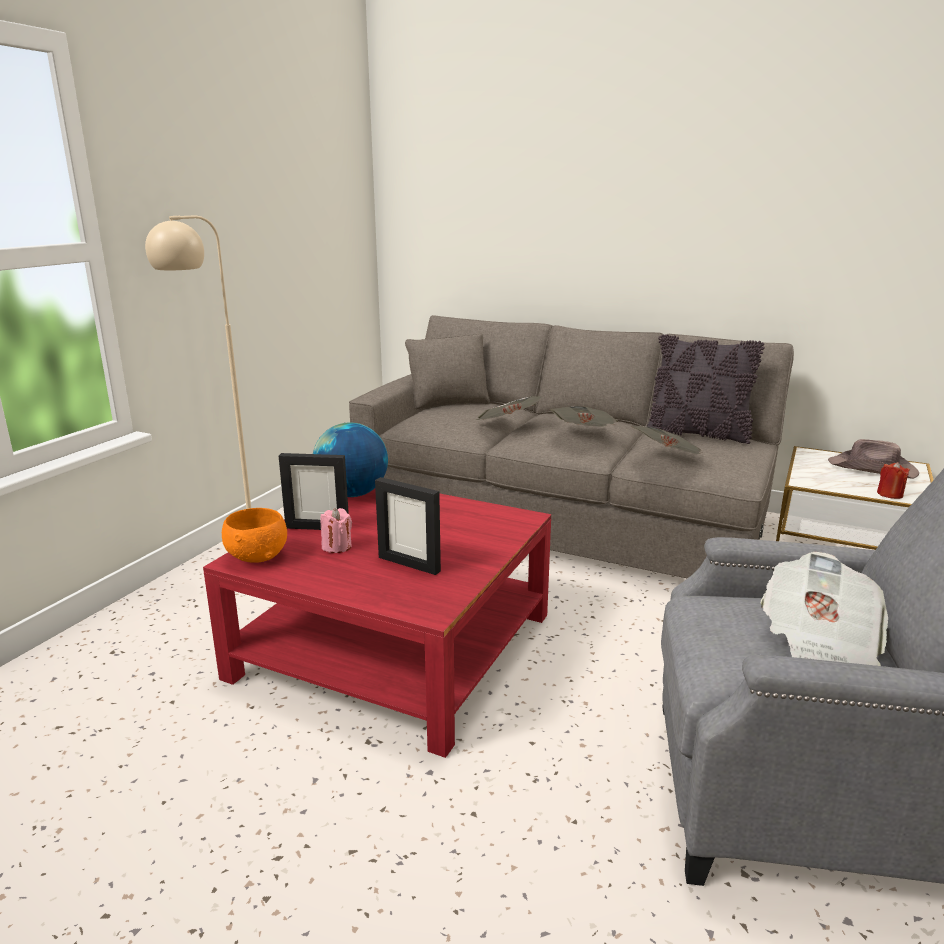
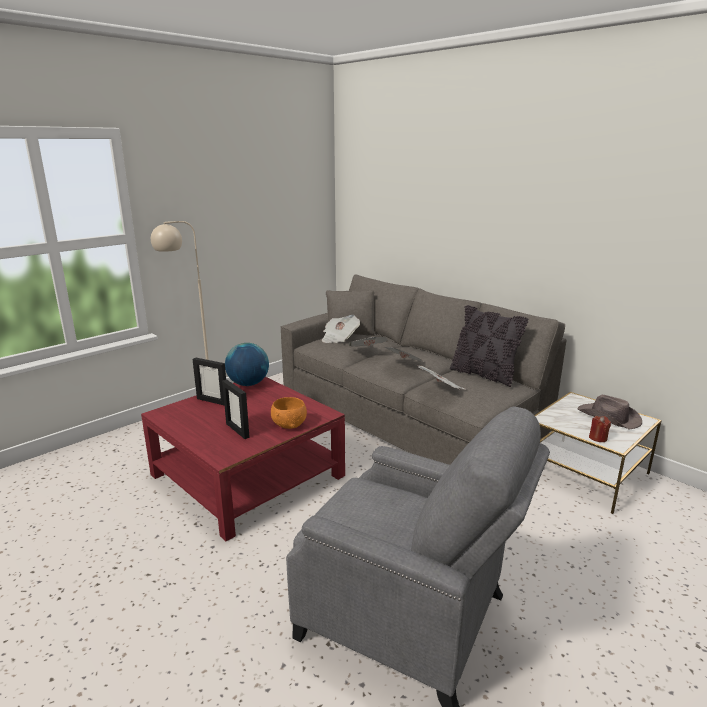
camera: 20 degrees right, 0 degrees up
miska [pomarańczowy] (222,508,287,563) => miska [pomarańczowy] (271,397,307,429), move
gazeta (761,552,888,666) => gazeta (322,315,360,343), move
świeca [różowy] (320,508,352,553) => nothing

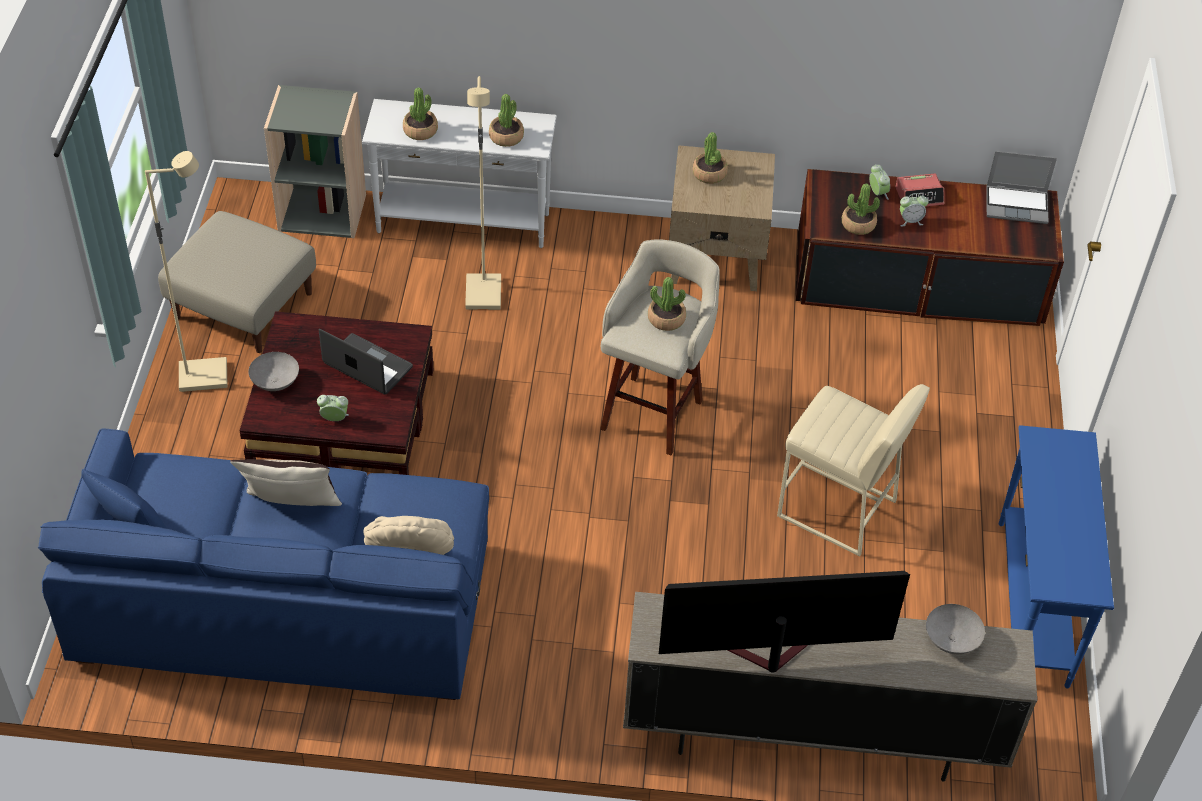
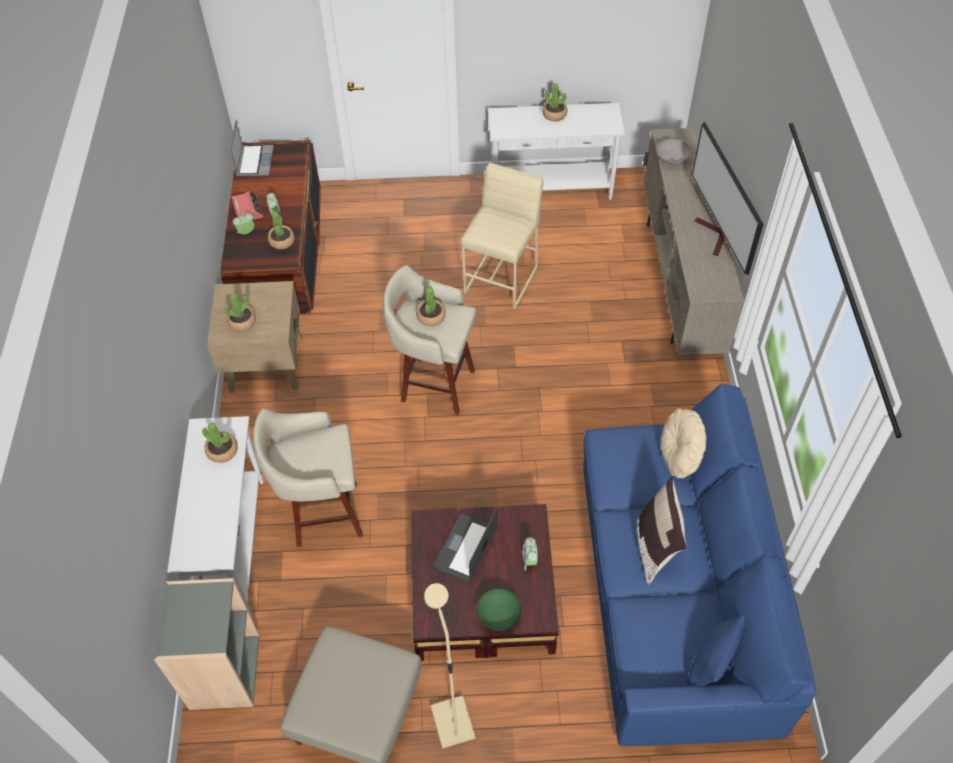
camera: 95 degrees left, 5 degrees up
lampa stojąca [beżowy] (465,76,501,310) => stołek [beżowy] (253,408,363,547)
miska [szary] (248,352,299,391) => miska [zielony] (477,589,521,631)
stolik konsolowy [niebieski] (999,425,1114,689) => stolik konsolowy [biały] (488,103,625,200)
roślina doniczkowa (403,87,438,140) => roślina doniczkowa (542,83,567,121), move

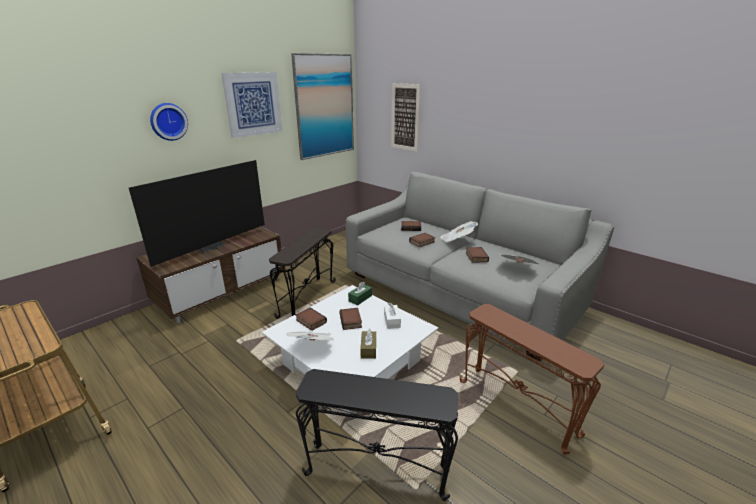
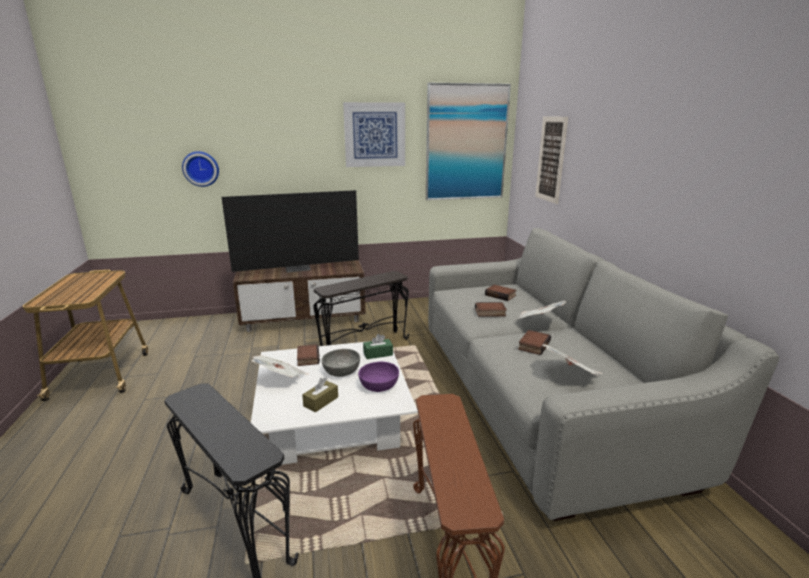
camera: 35 degrees right, 5 degrees down
zegar ścienny (150,103,188,141) => zegar ścienny (182,151,219,187), move
książka (339,308,362,330) => miska [szary] (321,349,360,377)
pudełko chusteczek [biały] (384,303,401,329) => miska [fioletowy] (358,361,399,392)

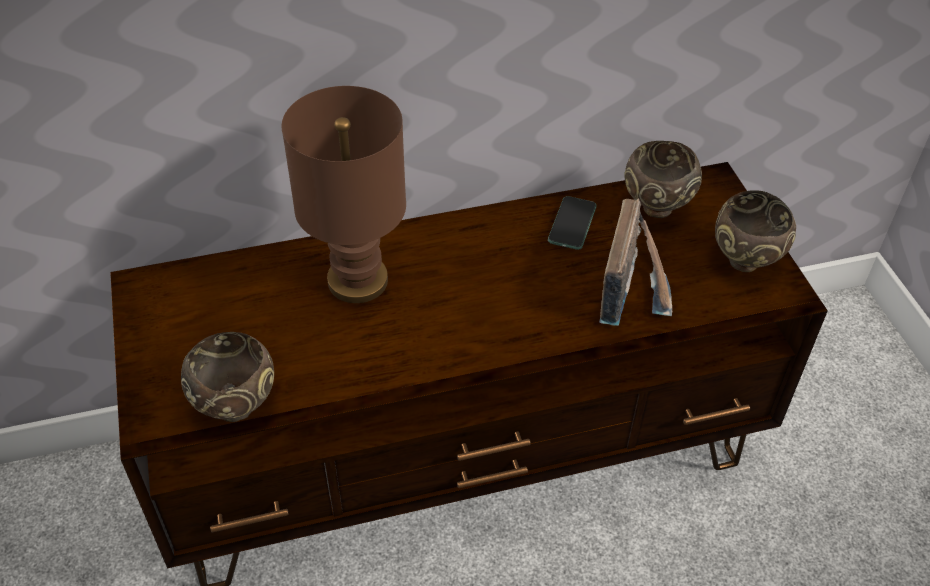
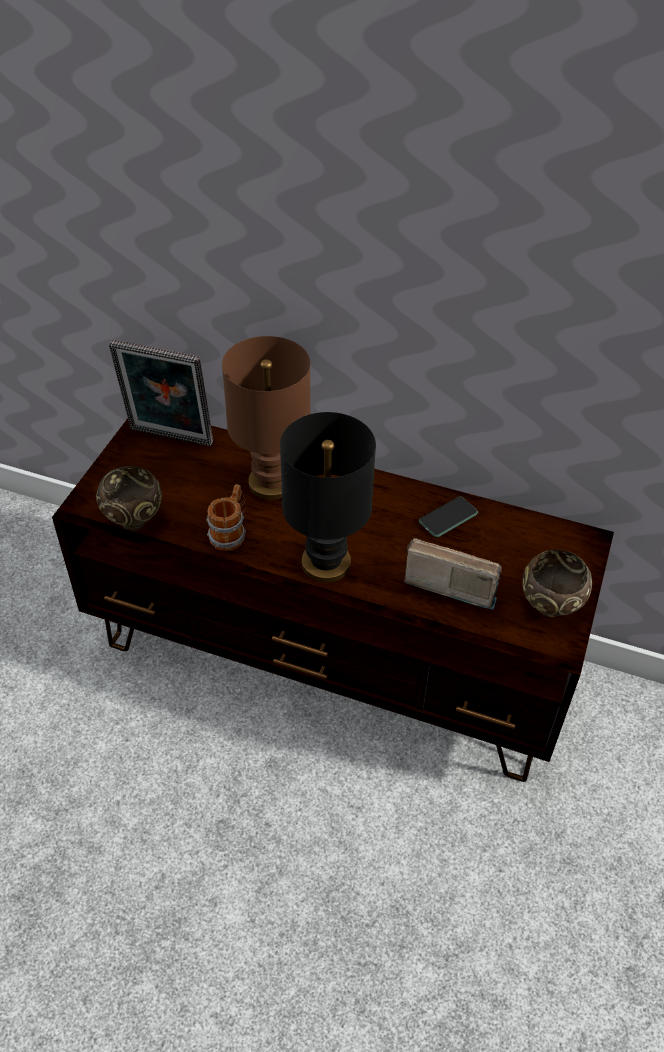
camera: 35 degrees right, 0 degrees up
nothing => ramka na zdjęcie (109,339,213,446)
nothing => kubek (206,484,246,551)
nothing => lampa stołowa [czarny] (280,412,376,583)
radio (599,199,672,326) => radio (404,538,502,610), 120 degrees counterclockwise
miska [brązowy] (624,141,702,218) => nothing

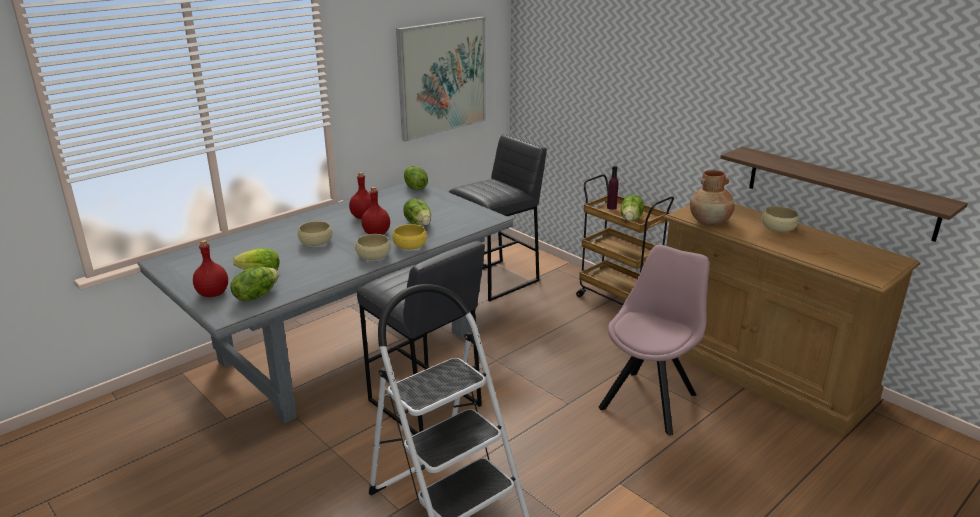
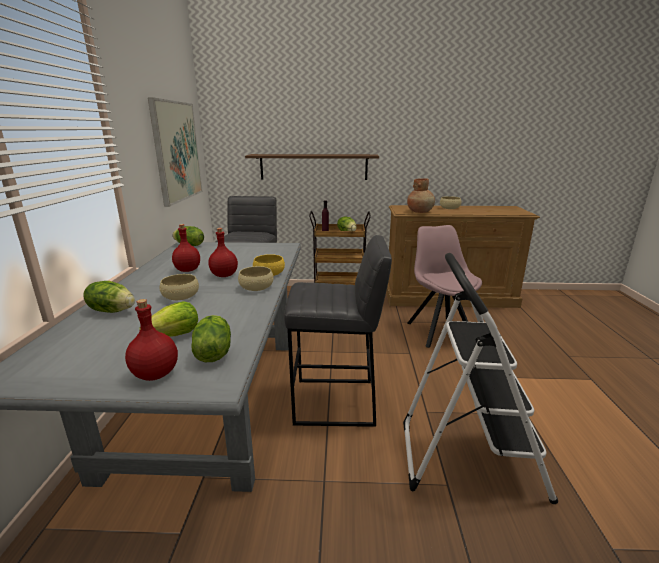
camera: 45 degrees left, 5 degrees down
sałata (403,198,431,226) => sałata (83,281,135,313), move
półka (720,146,968,242) => półka (245,154,379,180), move

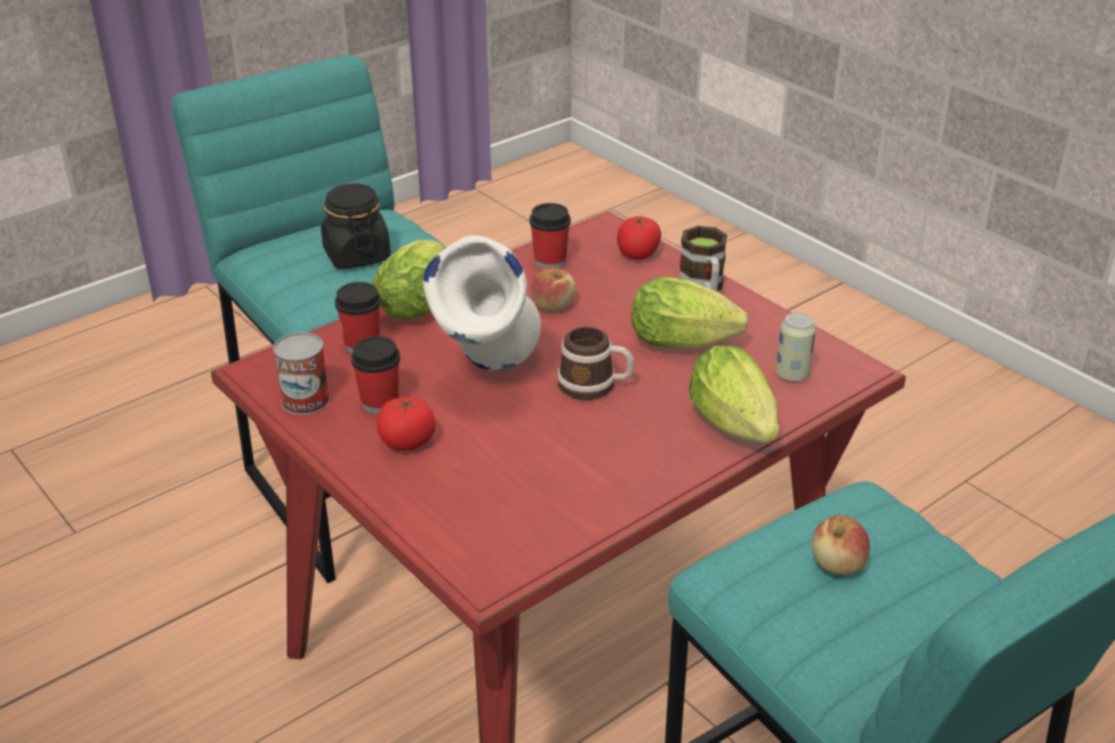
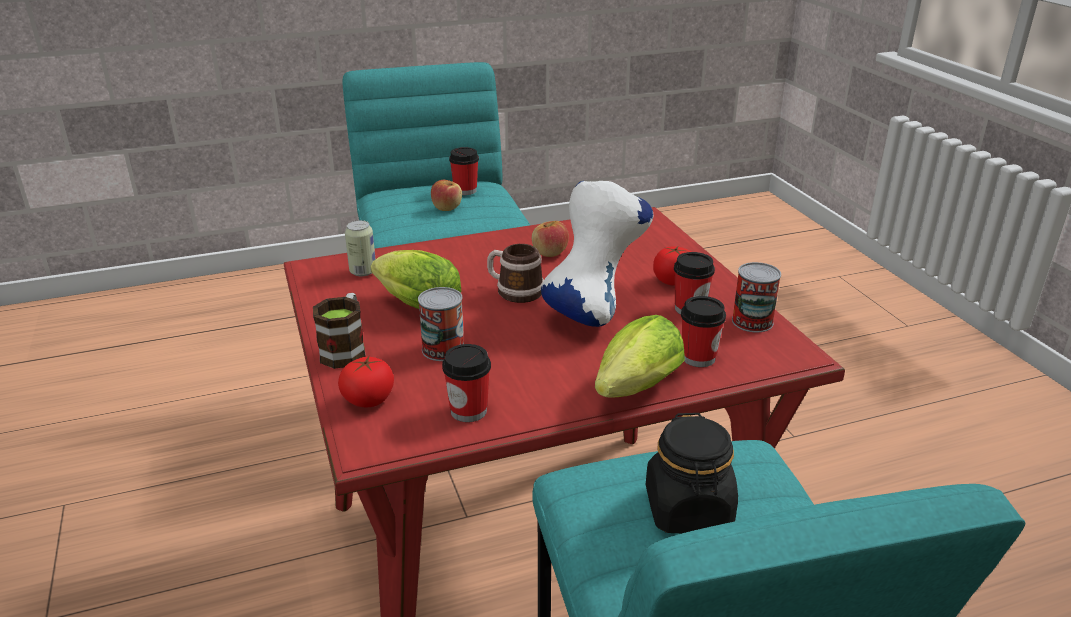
camera: 160 degrees left, 5 degrees down
nothing => puszka (418,287,464,361)
nothing => filiżanka (449,147,479,195)
jabłko (531,267,576,312) => jabłko (532,221,569,257), move
sałata (689,346,779,443) => nothing

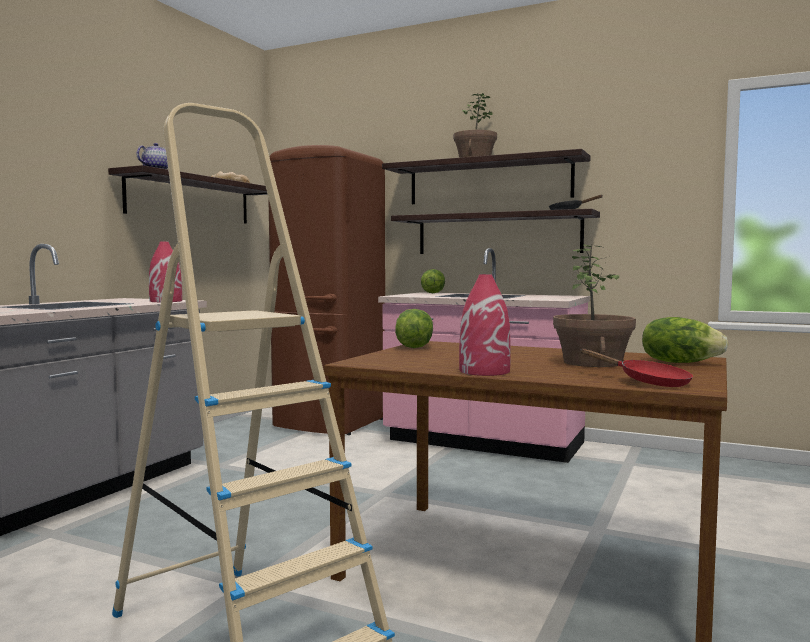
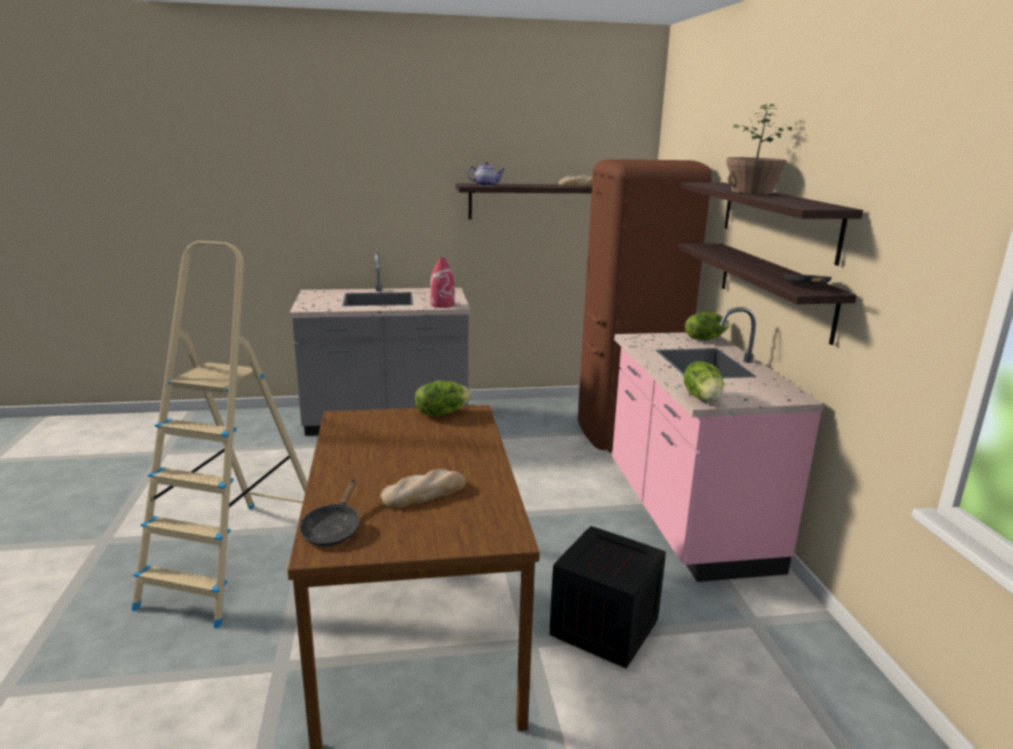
camera: 55 degrees right, 15 degrees up
patelnia [czerwony] (580,349,693,387) => patelnia [czarny] (299,478,360,546)
roślina doniczkowa (553,245,636,367) => chleb (380,469,466,508)
nothing => skrzynka (550,526,666,668)
sałata (642,317,728,363) => sałata (684,361,724,401), move
wazon [czerwony] (459,274,511,376) => nothing

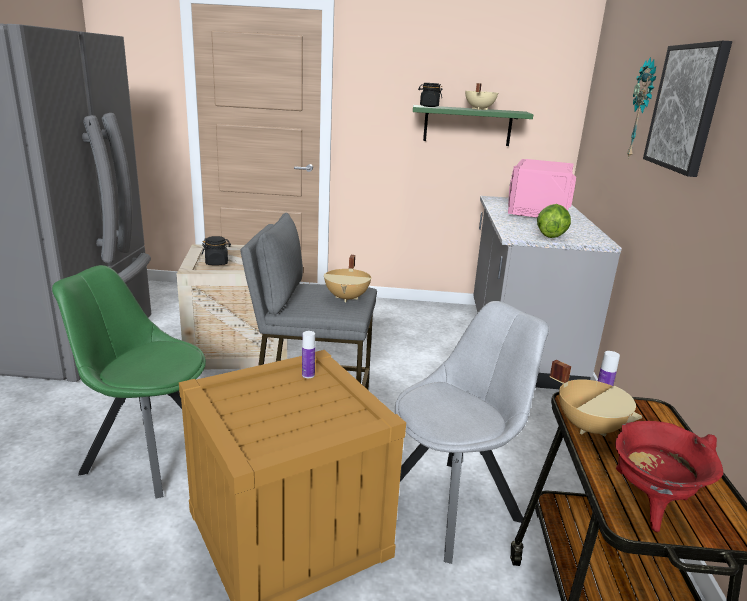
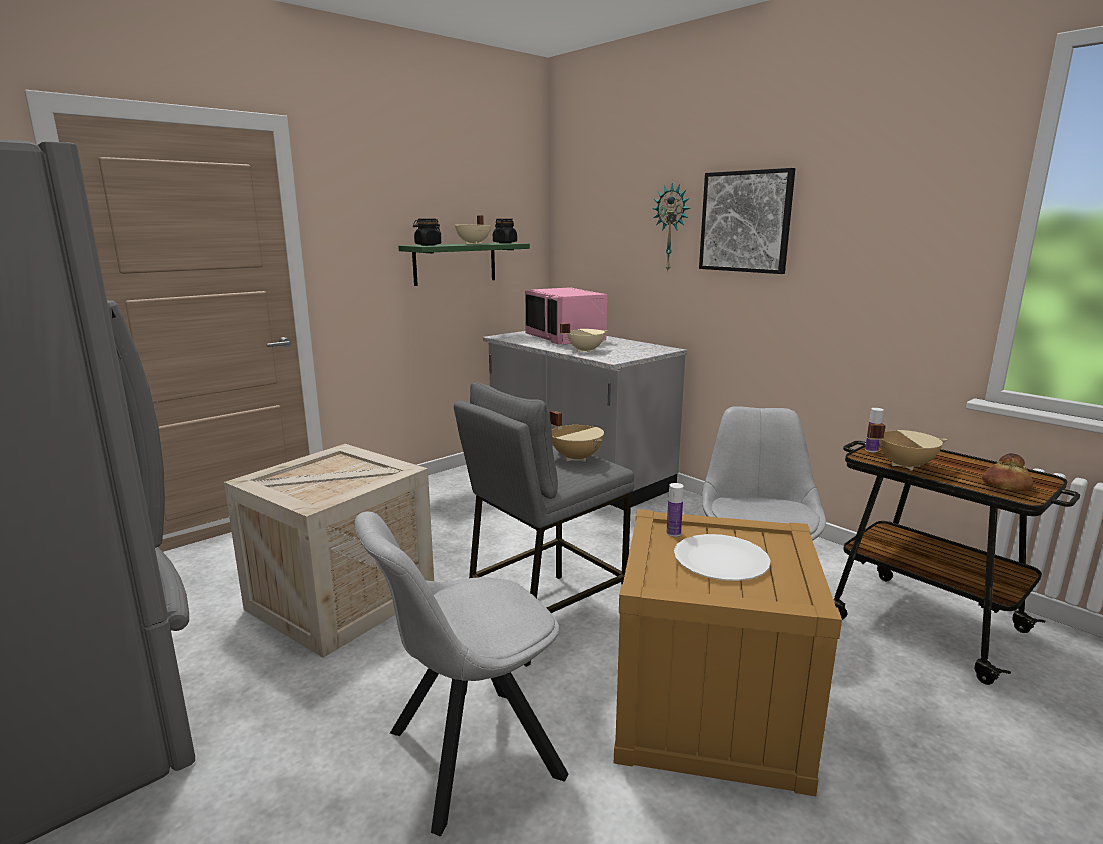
camera: 45 degrees left, 5 degrees down
krzesło [zielony] (52,265,206,499) => krzesło [szary] (355,512,568,837)
słoik [czarny] (202,236,231,265) => słoik [czarny] (493,219,517,243), move
nothing => garnek [beżowy] (560,323,608,353)
nothing => talerz [biały] (674,534,771,581)
garnek [czerwony] (615,421,723,532) => chleb (982,453,1033,491)
sałata (537,204,571,238) => nothing

